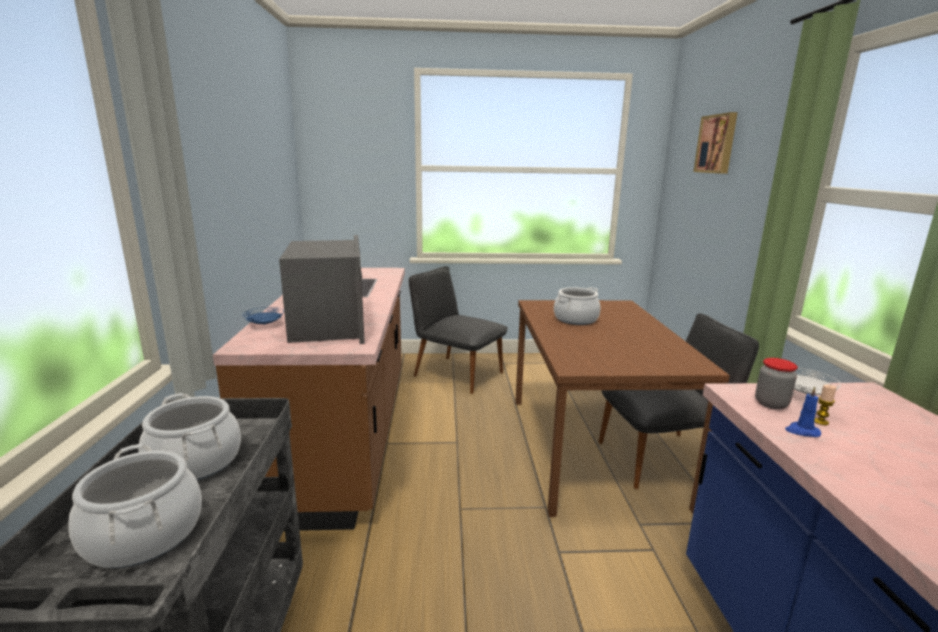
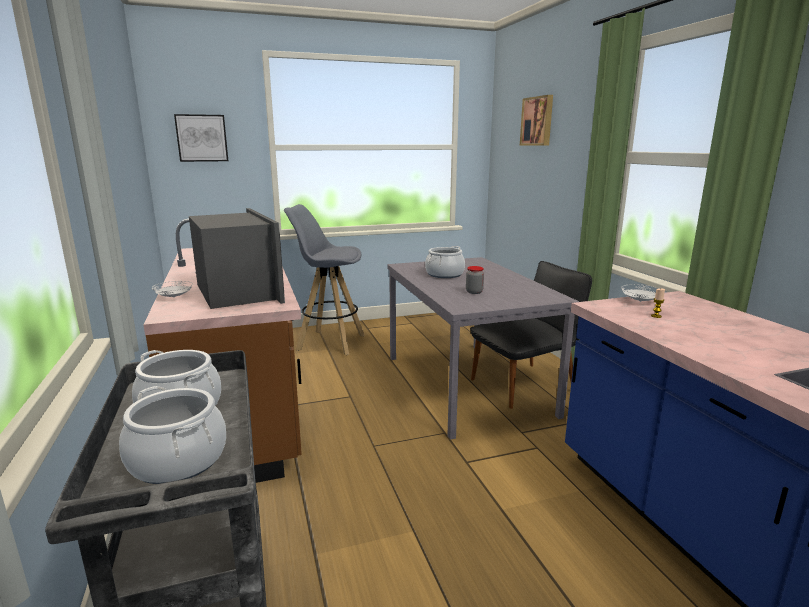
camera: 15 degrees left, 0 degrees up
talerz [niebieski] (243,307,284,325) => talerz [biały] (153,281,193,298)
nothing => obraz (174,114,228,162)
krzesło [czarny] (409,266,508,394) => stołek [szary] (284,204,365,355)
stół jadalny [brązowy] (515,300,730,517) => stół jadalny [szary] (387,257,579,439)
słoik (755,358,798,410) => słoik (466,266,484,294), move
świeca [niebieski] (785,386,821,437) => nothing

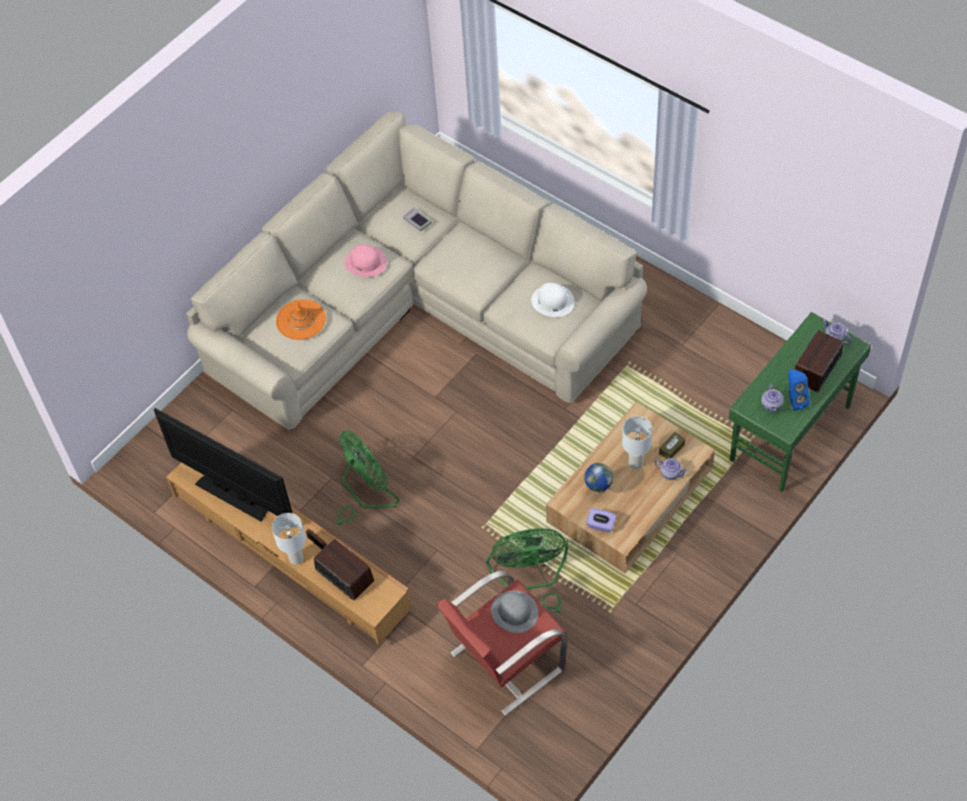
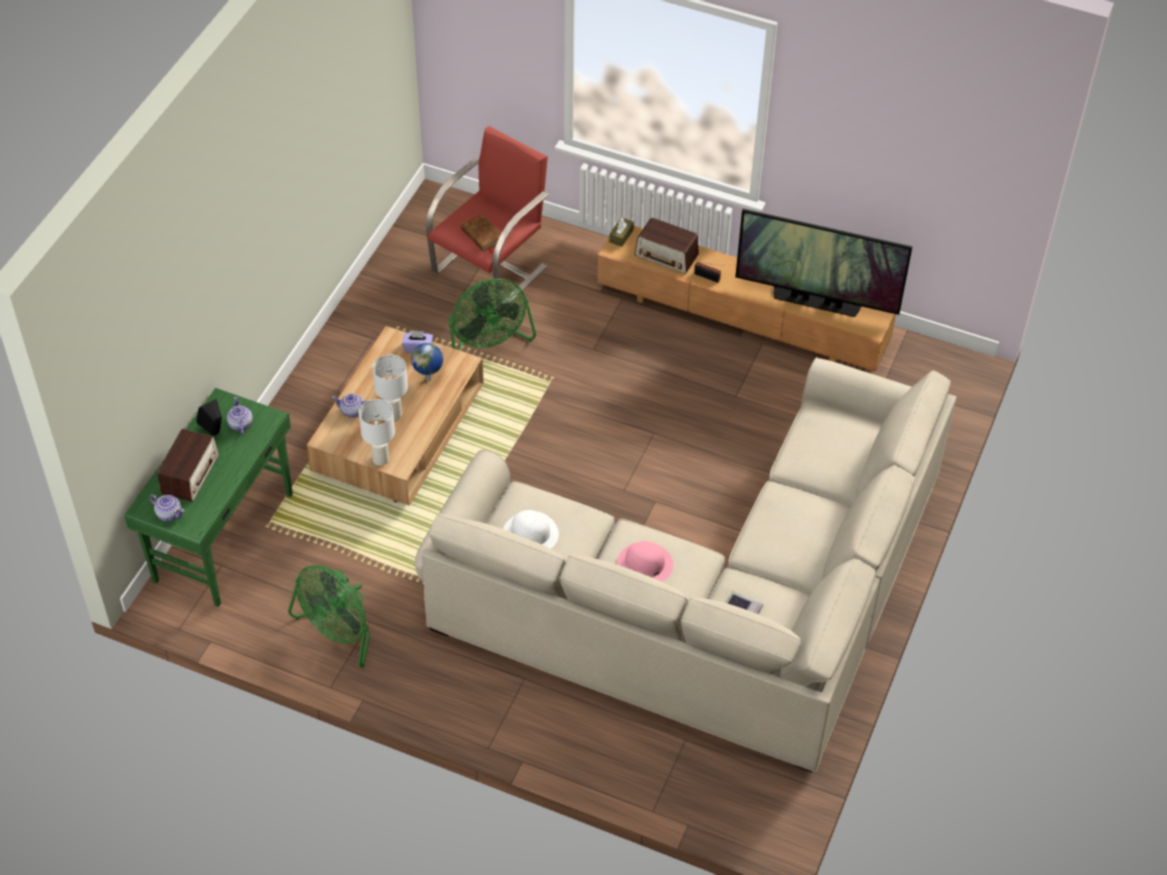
camera: 160 degrees right, 5 degrees down
głośnik [niebieski] (788,369,810,411) => głośnik [czarny] (196,399,222,436)
wentylator [zielony] (336,430,399,525) => wentylator [zielony] (288,565,370,668), move
lampa stołowa [biały] (272,513,306,565) => lampa stołowa [biały] (359,399,395,466), move
kapelusz [szary] (491,590,538,633) => książka [brązowy] (461,214,501,254)
pudełko chusteczek [brązowy] (659,432,685,459) => pudełko chusteczek [brązowy] (609,217,634,247), move
kapelusz [różowy] (345,244,387,277) => kapelusz [różowy] (617,541,673,582), move
kapelusz [pomarańczowy] (276,299,326,340) => nothing

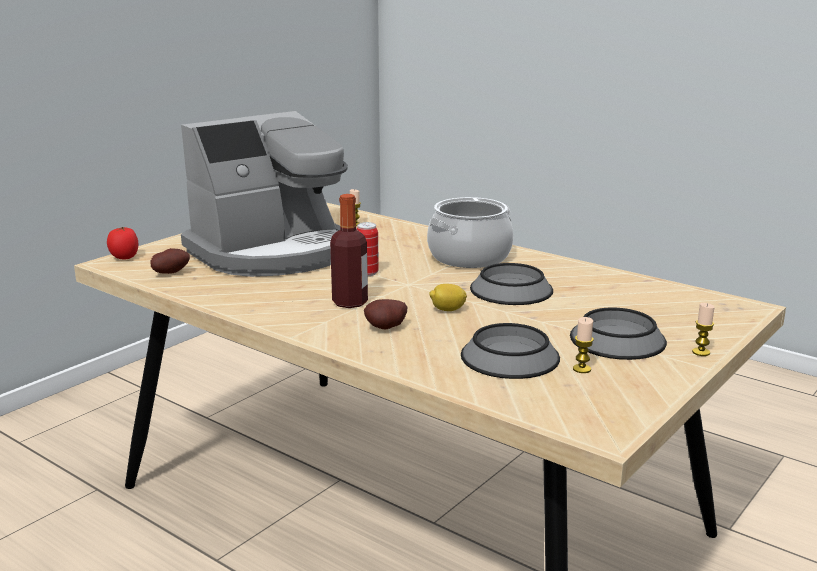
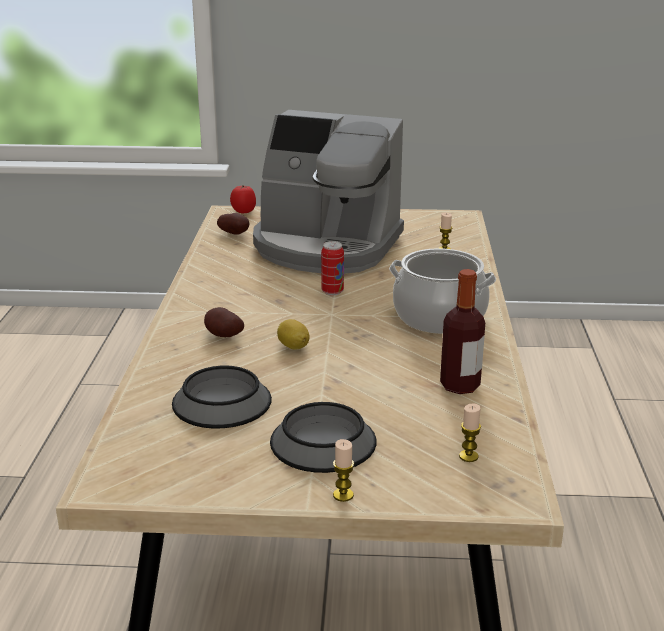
camera: 55 degrees right, 5 degrees up
butelka (330,194,368,308) => butelka (440,269,485,394), move
świeca (573,317,594,373) => świeca (459,404,481,462), move
miska (470,263,553,305) => nothing

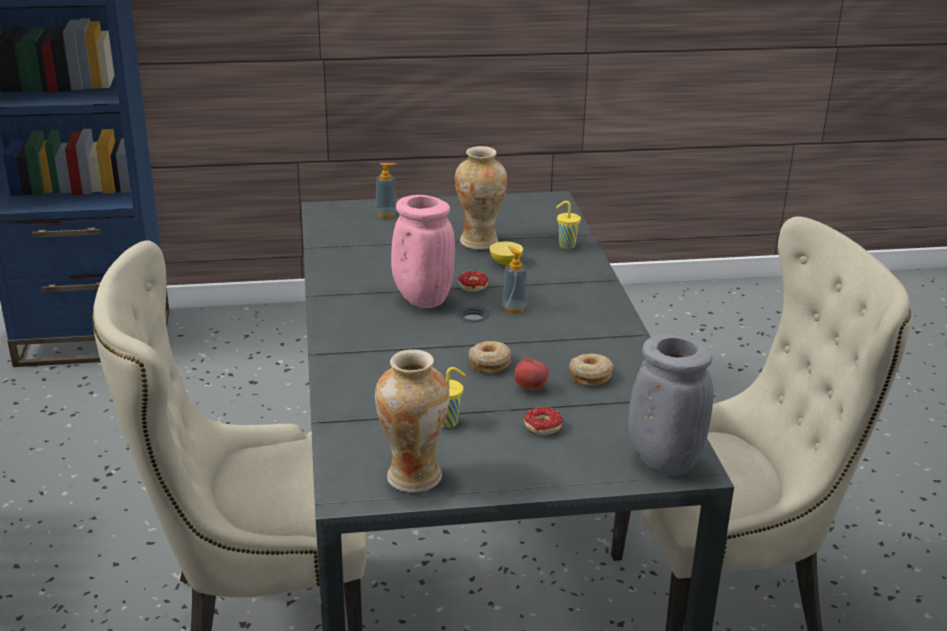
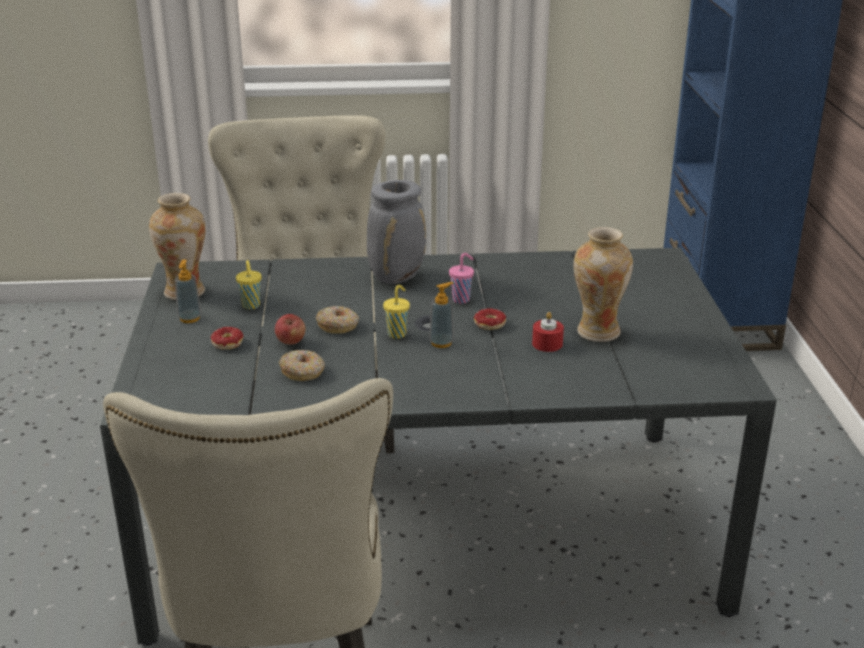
camera: 95 degrees right, 0 degrees up
dozownik mydła (376,163,397,218) => dozownik mydła (175,259,202,323), move
wazon [szary] (628,334,714,476) => wazon [szary] (367,180,426,284), move
filiżanka [żółty] (556,201,581,249) => filiżanka [żółty] (383,285,410,339), move
wazon [różowy] (391,195,455,308) => filiżanka [różowy] (449,253,474,304)
cytryna (490,242,523,265) => świeca [czerwony] (532,312,564,352)

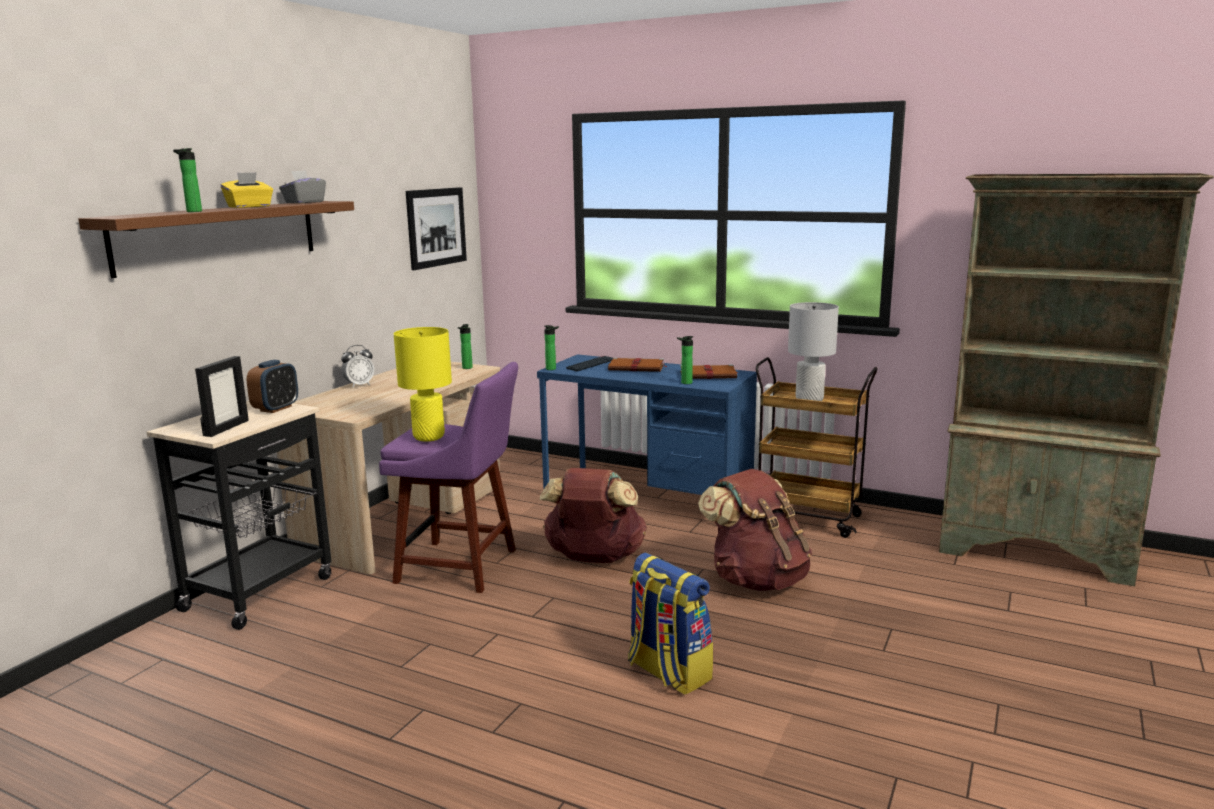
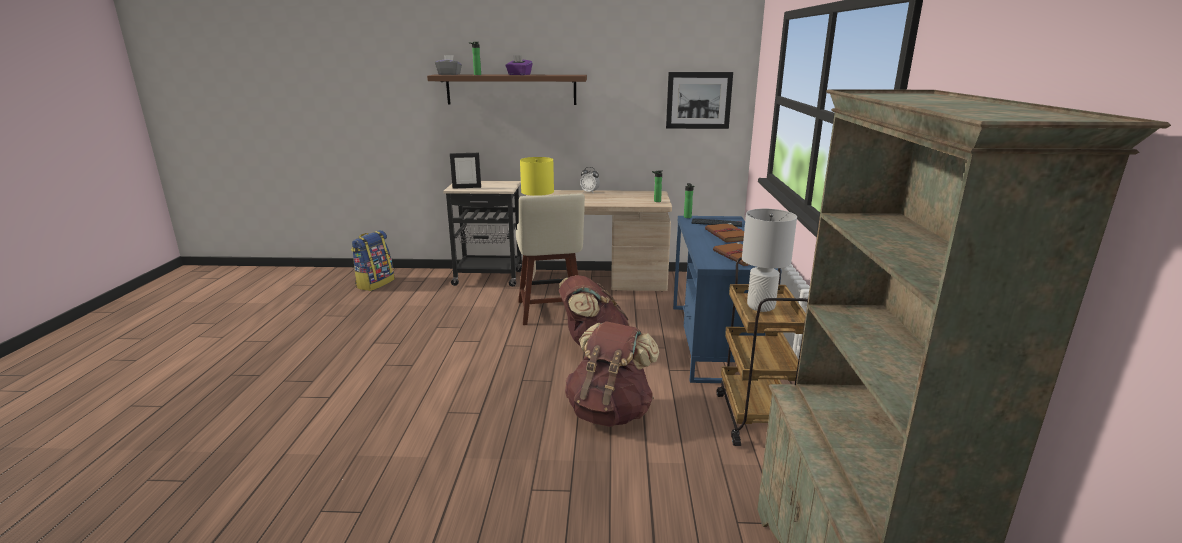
camera: 65 degrees right, 5 degrees up
plecak (628,552,713,695) => plecak (351,230,395,291), move
pudełko chusteczek [szary] (279,170,326,203) => pudełko chusteczek [szary] (435,55,462,75), move
pudełko chusteczek [żółty] (221,172,273,208) => pudełko chusteczek [fioletowy] (506,55,533,75)
stołek [fioletowy] (379,362,518,593) => stołek [beżowy] (516,194,585,325)
budzik (247,360,298,413) => nothing
butelka (677,336,693,384) => nothing

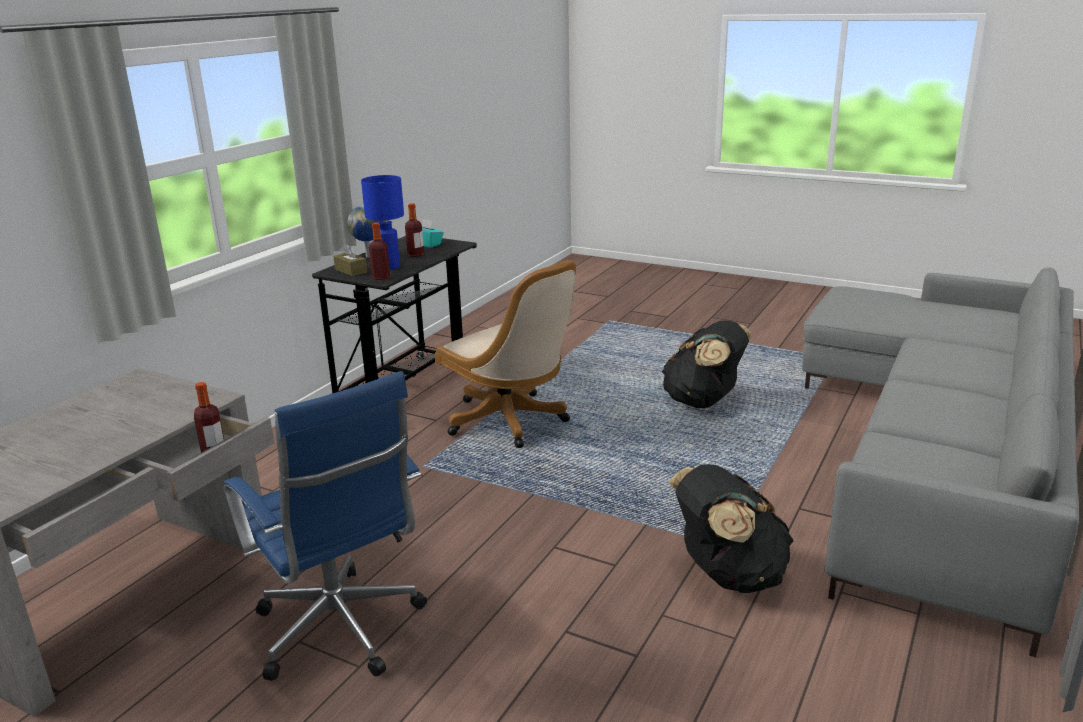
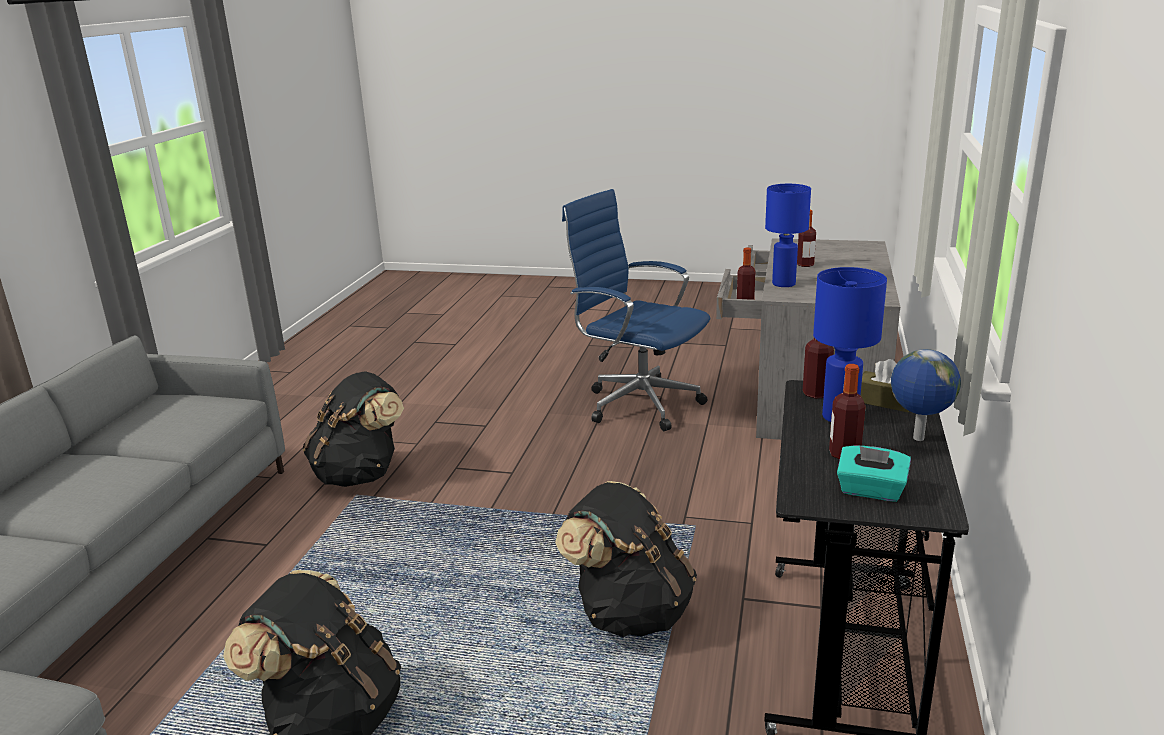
camera: 165 degrees right, 0 degrees up
krzesło biurowe (435,260,576,448) => plecak [czarny] (555,481,697,637)
nothing => lampa stołowa [niebieski] (765,184,811,287)
nothing => butelka (797,210,816,267)

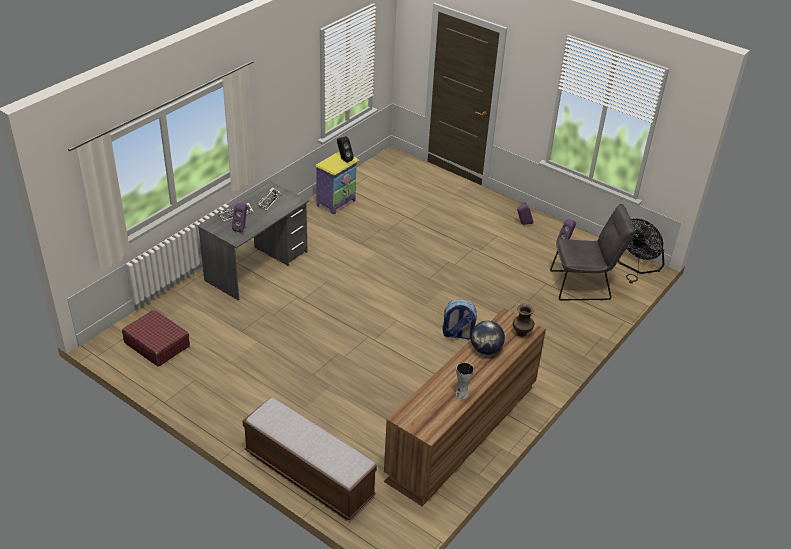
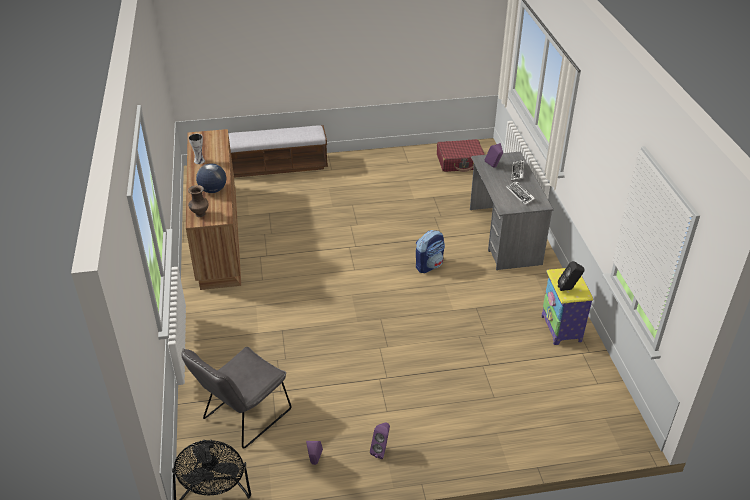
camera: 135 degrees right, 0 degrees up
plecak (443,299,477,340) => plecak (416,230,445,273), move

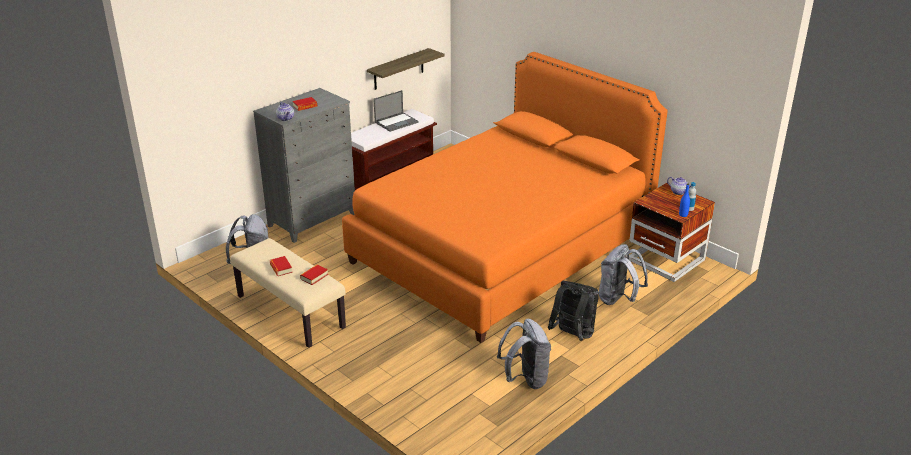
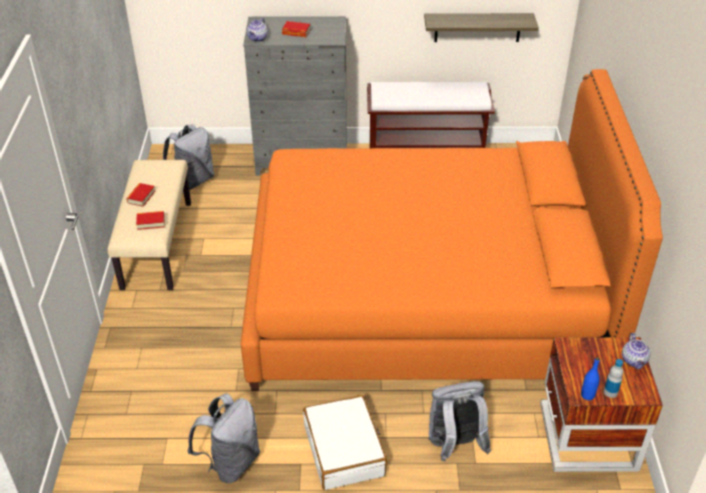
camera: 45 degrees right, 10 degrees up
plecak [czarny] (548,281,599,341) => walizka [biały] (303,395,387,490)
laptop (373,90,419,132) => nothing

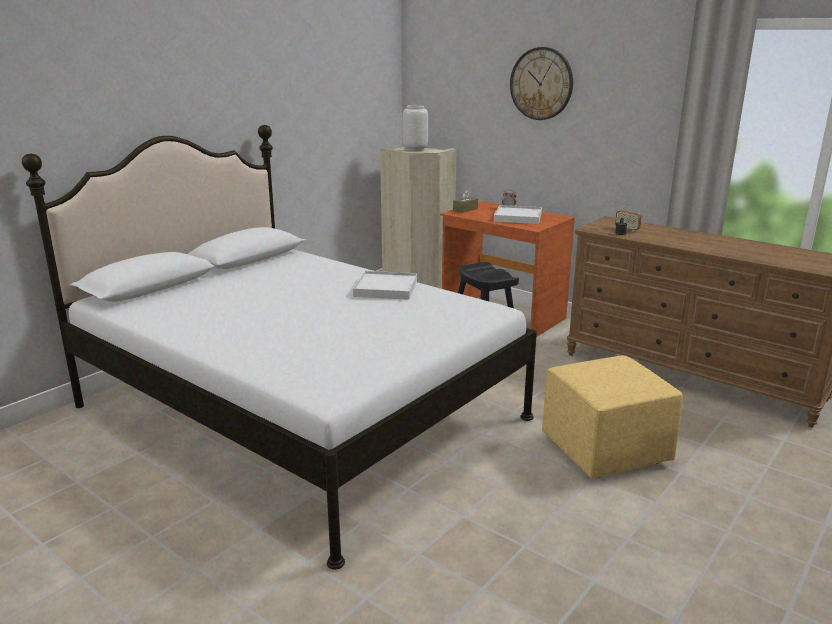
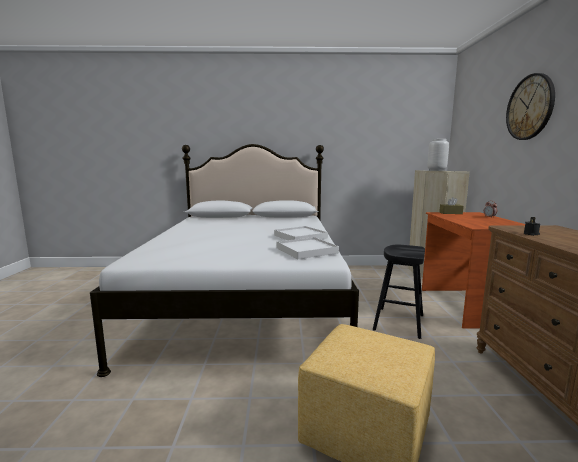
camera: 50 degrees right, 10 degrees down
taca [biały] (494,205,542,224) => taca [biały] (276,237,339,259), move
radio (615,199,642,232) => nothing

